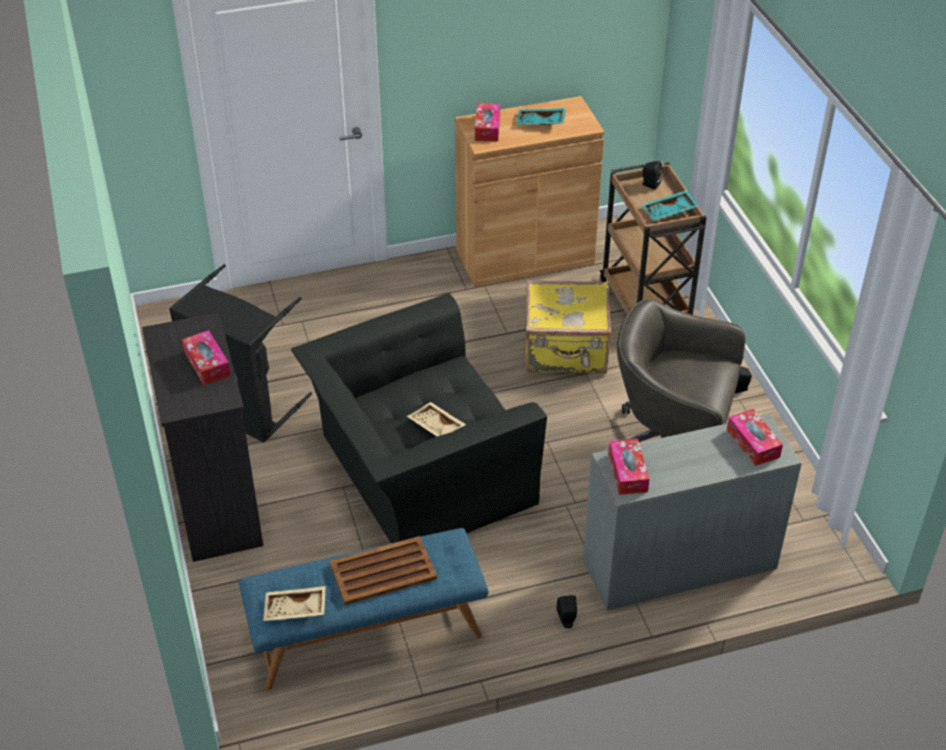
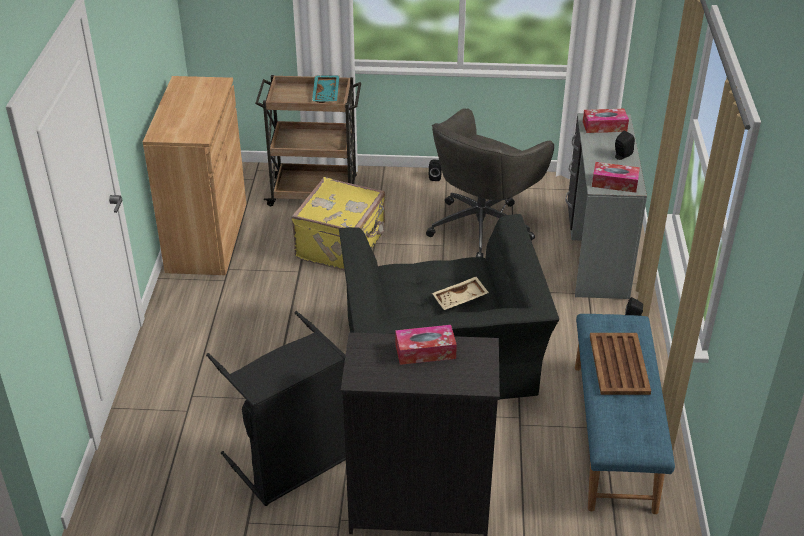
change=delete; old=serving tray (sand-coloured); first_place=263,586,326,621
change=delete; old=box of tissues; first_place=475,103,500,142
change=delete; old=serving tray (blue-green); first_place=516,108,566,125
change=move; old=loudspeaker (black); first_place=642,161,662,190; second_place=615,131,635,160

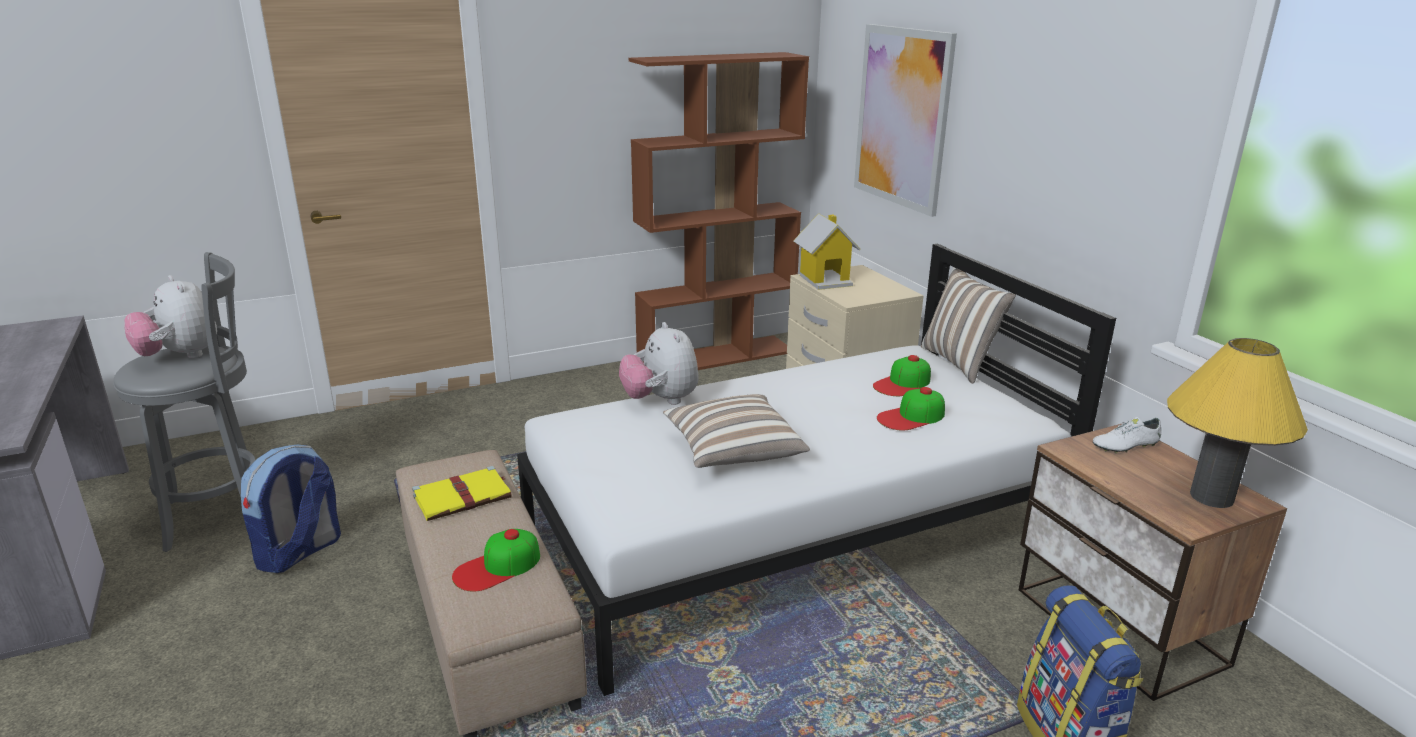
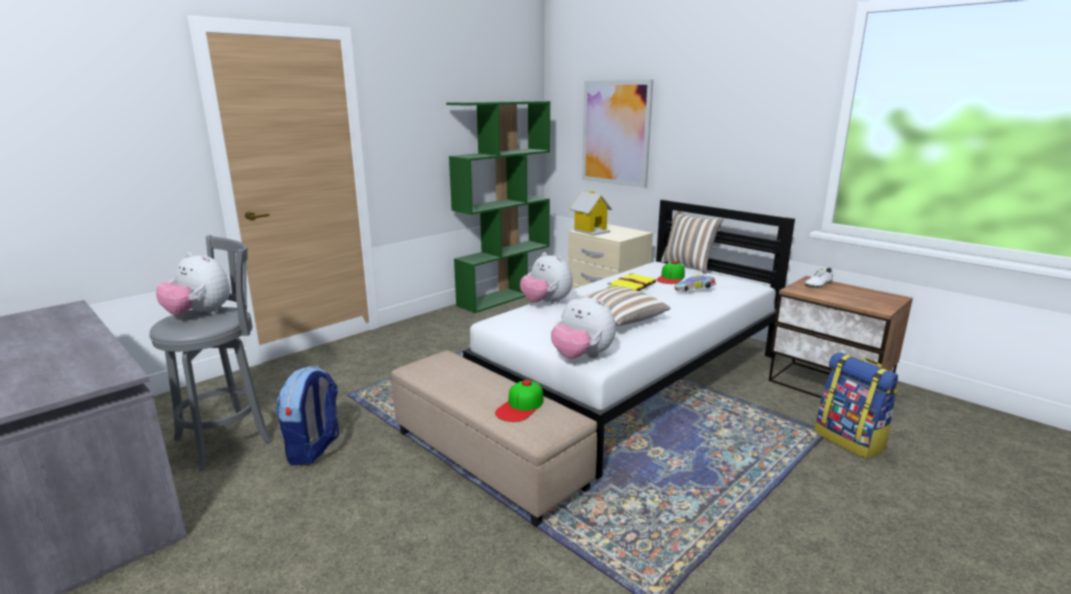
change=delete; old=lamp for a table (yellowish); first_place=1167,338,1308,508
change=insert; new=cuddly toy; second_place=551,294,616,359
change=move; old=volume (yellowish); first_place=412,466,511,521; second_place=607,273,656,291
change=replace; old=baseball cap; new=toy car; first_place=877,387,945,431; second_place=674,275,716,292
change=recolor; old=bookshelf (brown); new=bookshelf (greenish); first_place=629,52,809,370; second_place=446,101,550,313

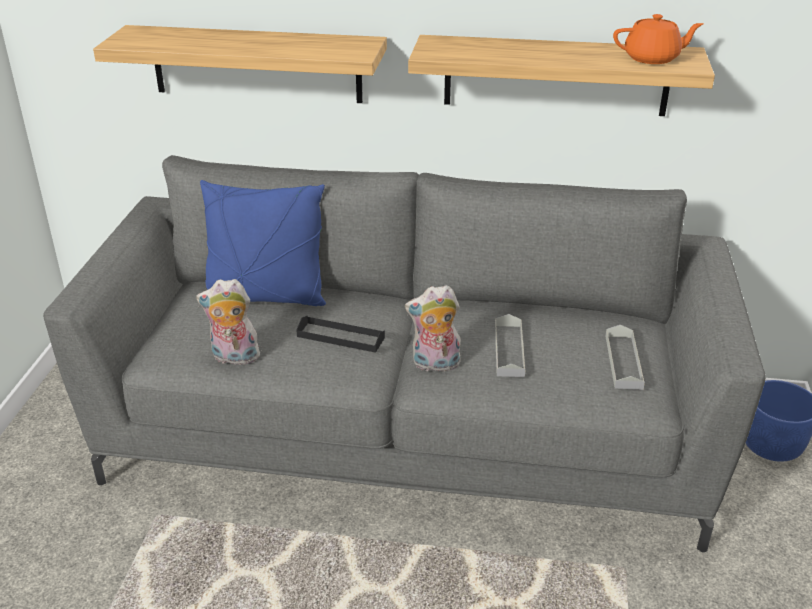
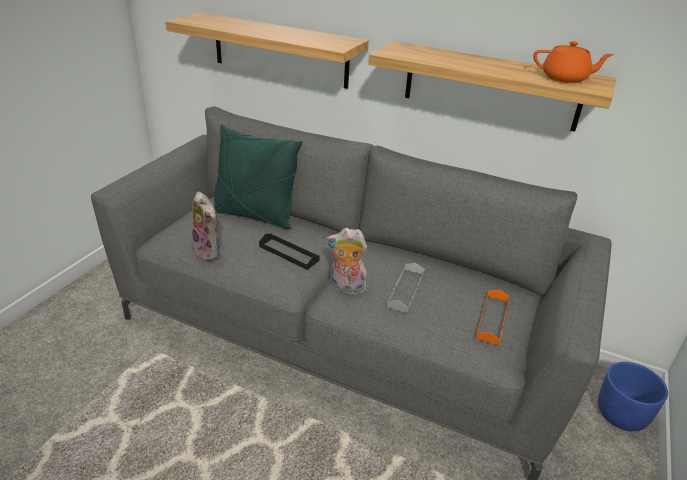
change=recolor; old=throw pillow (bluish); new=throw pillow (greenish); first_place=200,180,326,306; second_place=213,124,302,229
change=recolor; old=serving tray (greyish); new=serving tray (orangey); first_place=605,325,645,390; second_place=476,290,510,346
change=rotate; old=cuddly toy; first_place=196,279,263,365; second_place=192,191,220,261; degrees=-150

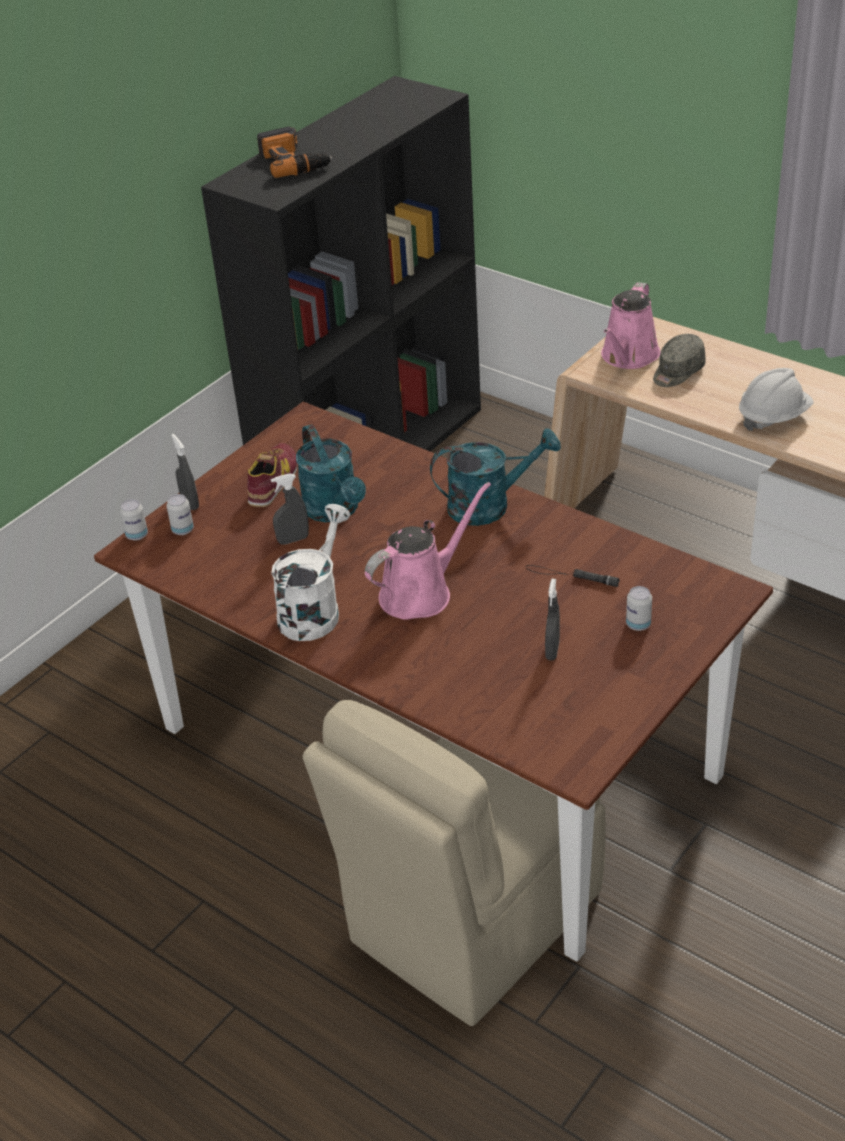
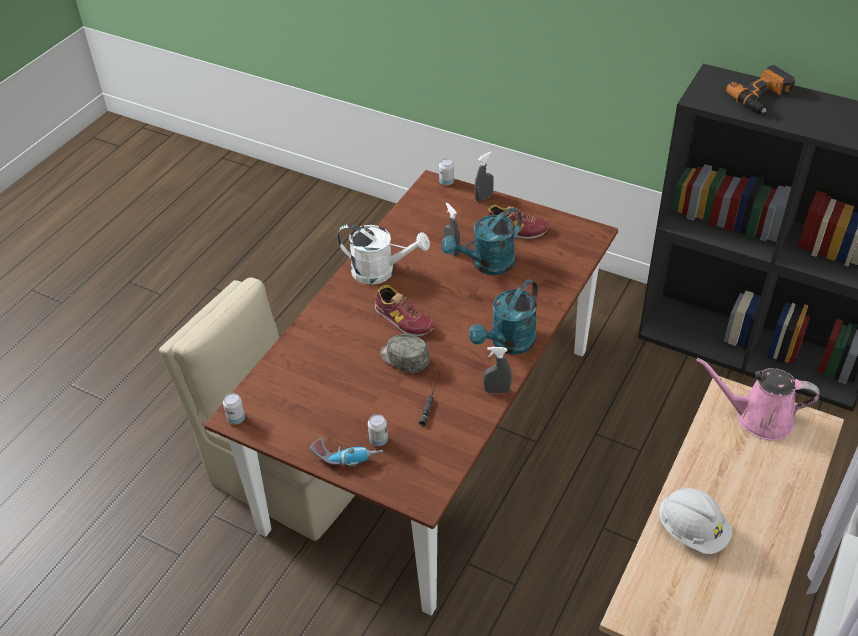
change=insert; new=power drill; second_place=310,437,383,466
change=move; old=metal can; first_place=166,494,194,535; second_place=223,393,245,424
change=move; old=hand sprayer (greyish); first_place=545,579,560,660; second_place=483,347,512,393
change=move; old=baseball cap (greyish); first_place=653,334,706,387; second_place=380,334,430,373
change=replace; old=watering can (pink-coloured); new=shoe; first_place=365,482,491,620; second_place=375,285,434,336
change=rotate; old=watering can (blue-green); first_place=430,428,561,526; second_place=469,280,538,355; degrees=60

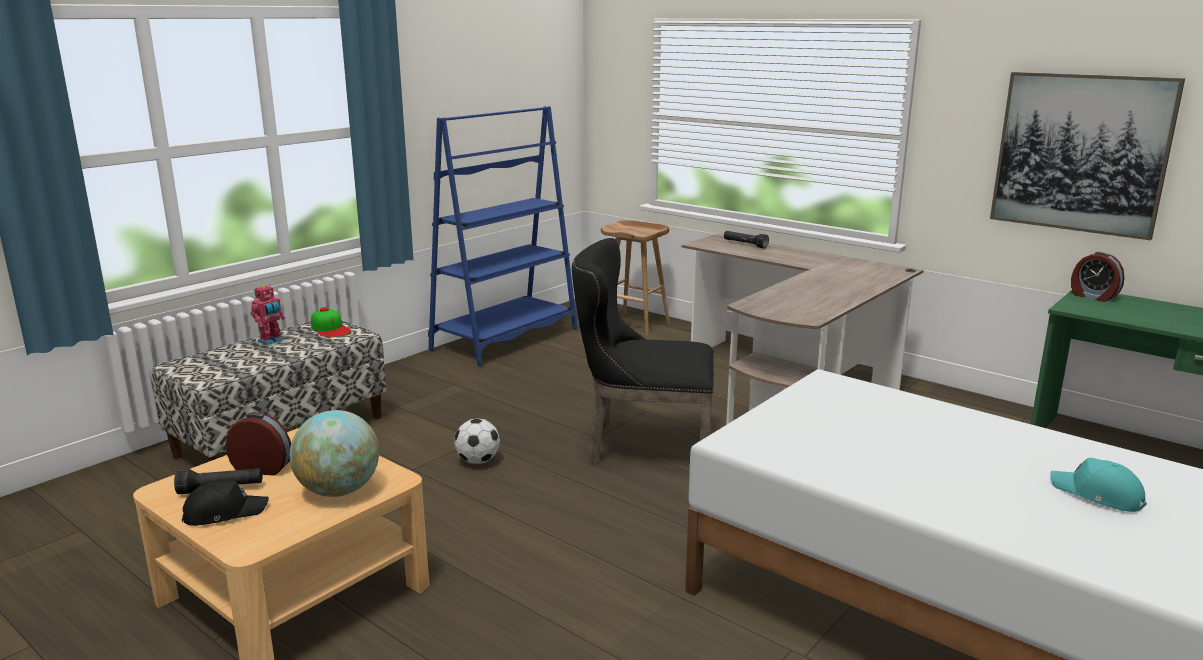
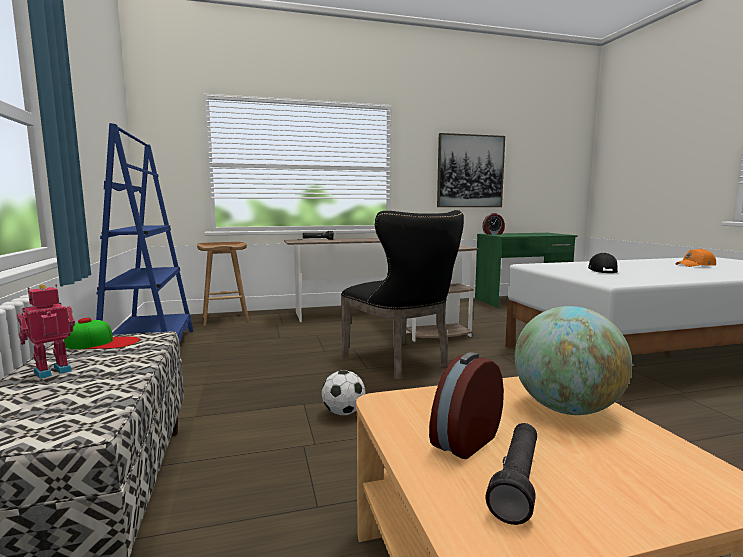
change=move; old=baseball cap (black); first_place=182,480,269,526; second_place=588,253,618,273
change=recolor; old=baseball cap (blue-green); new=baseball cap (orangey); first_place=1050,458,1147,512; second_place=676,248,716,267
change=rotate; old=robot figure; first_place=251,284,285,345; second_place=17,284,75,379; degrees=-120
change=rotate; old=upright chair (black); first_place=572,238,714,465; second_place=341,210,464,379; degrees=-75

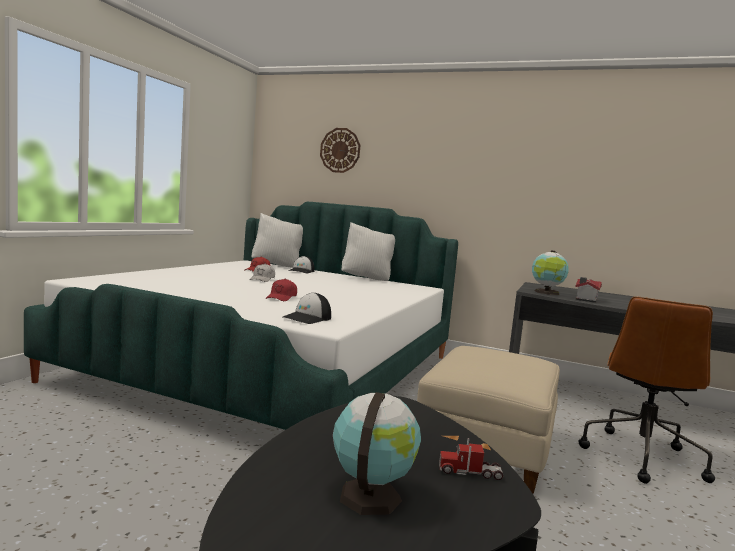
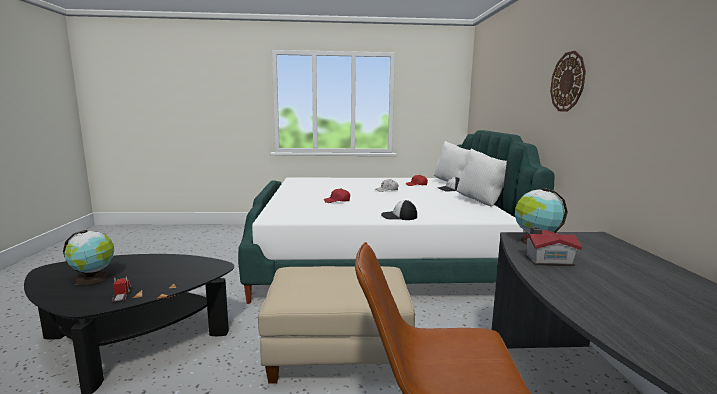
change=move; old=baseball cap; first_place=283,293,331,324; second_place=381,200,417,220
change=move; old=hanging clock; first_place=320,128,360,173; second_place=550,51,586,111

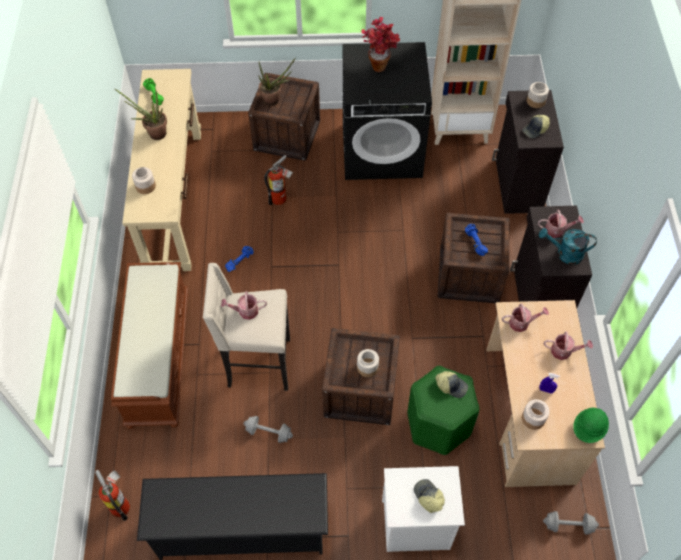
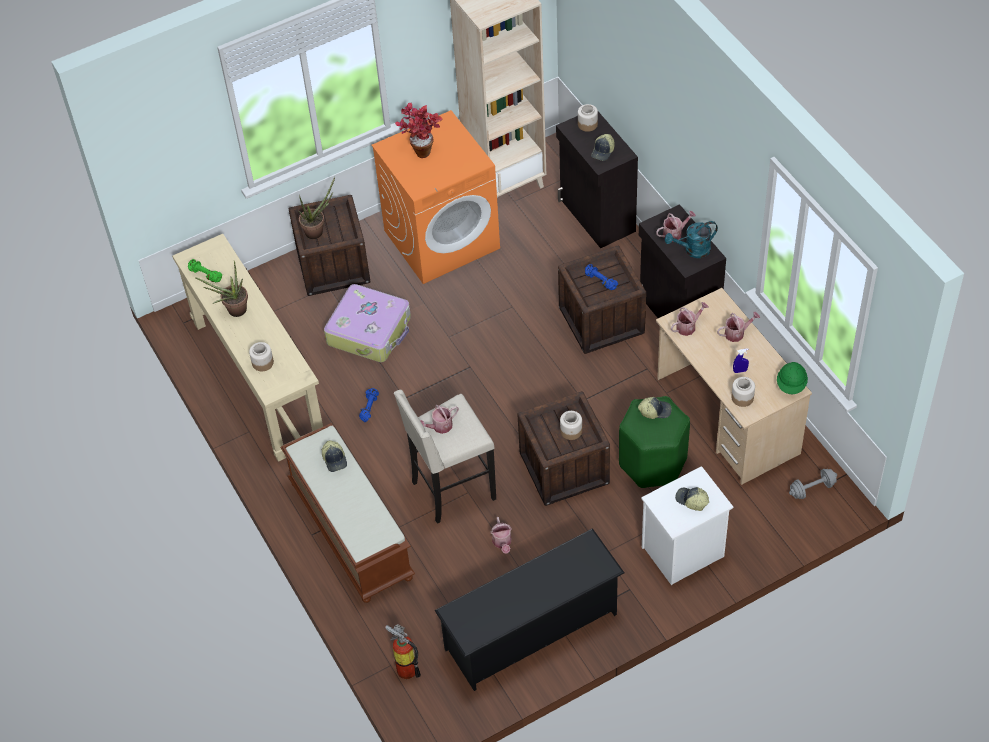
change=insert; new=baseball cap; second_place=322,440,347,472
change=replace; old=free weight (greyish); new=watering can; first_place=244,416,293,443; second_place=490,517,512,554
change=replace; old=extinguisher; new=suitcase; first_place=264,155,293,205; second_place=324,284,411,362
change=recolor; old=washing machine (black); new=washing machine (orangey); first_place=343,42,432,180; second_place=372,110,500,284

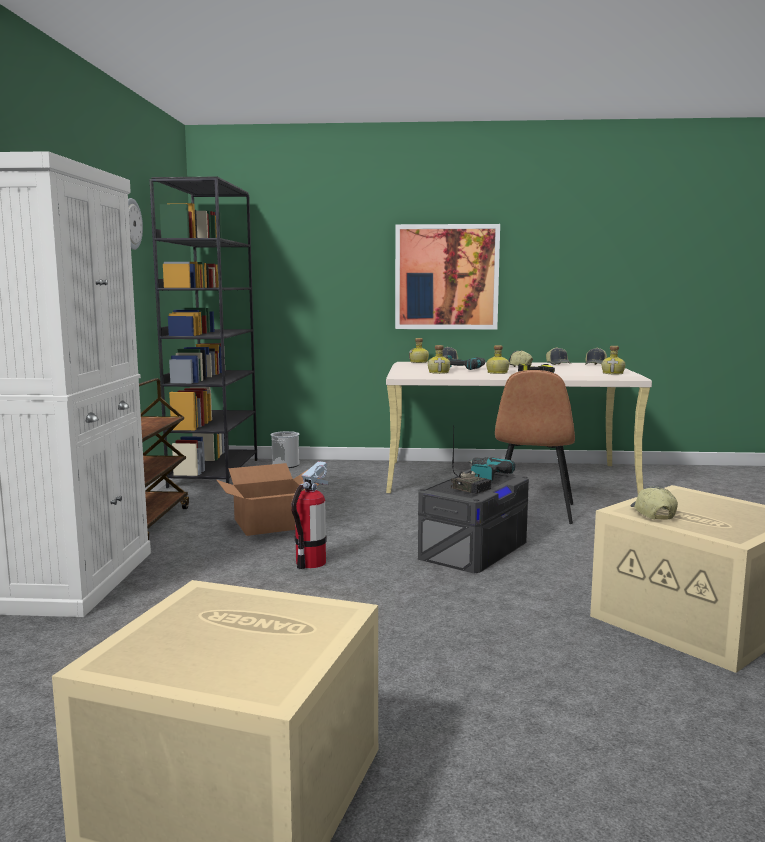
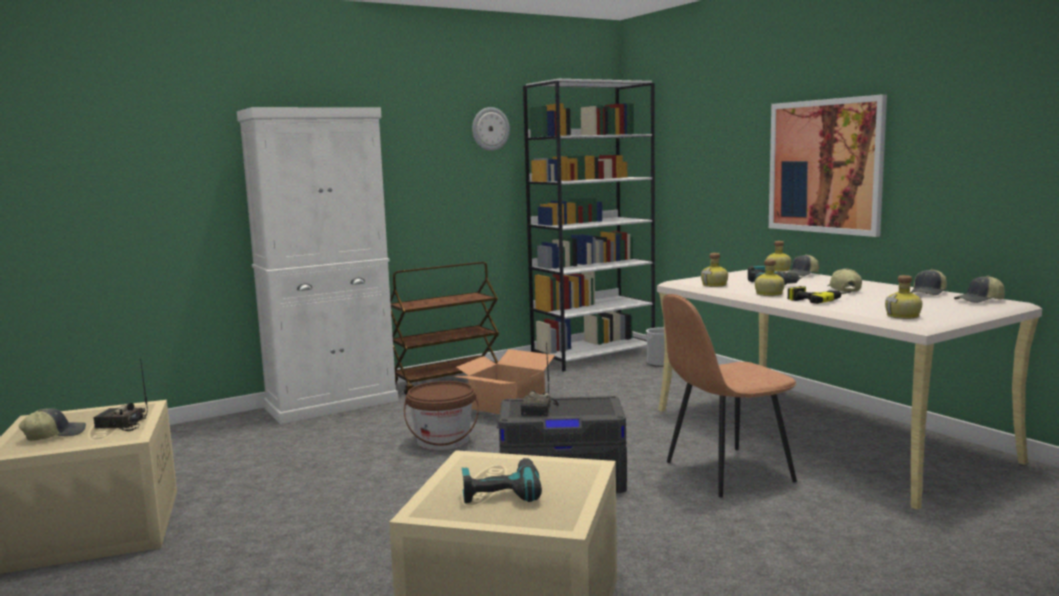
change=insert; new=radio; second_place=93,358,148,431
change=move; old=power drill; first_place=469,457,515,481; second_place=462,458,542,503
change=move; old=baseball cap; first_place=631,486,678,520; second_place=18,408,86,441
change=replace; old=extinguisher; new=pail (brown); first_place=291,461,328,569; second_place=404,381,479,450
change=recolor; old=bookshelf (black); new=bookshelf (white-coloured); first_place=149,177,257,488; second_place=523,79,655,372

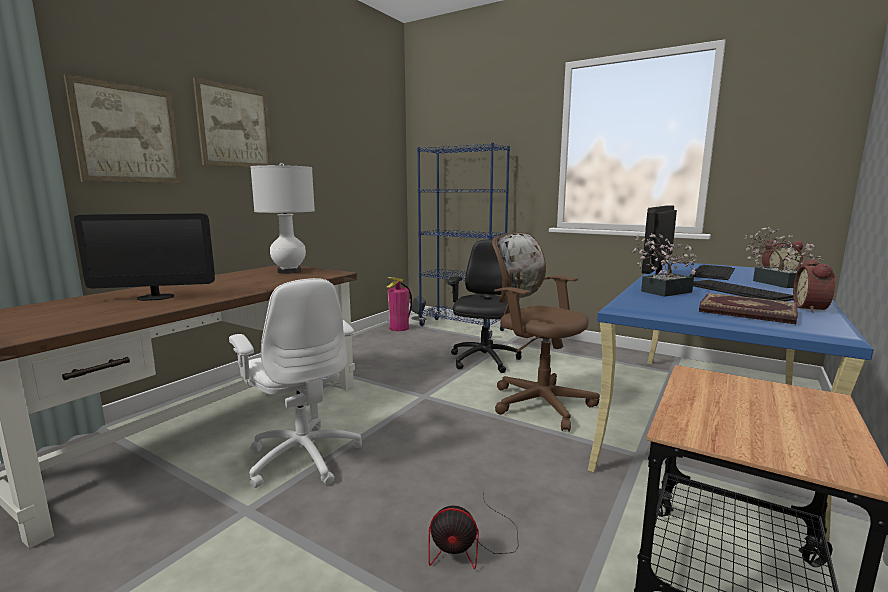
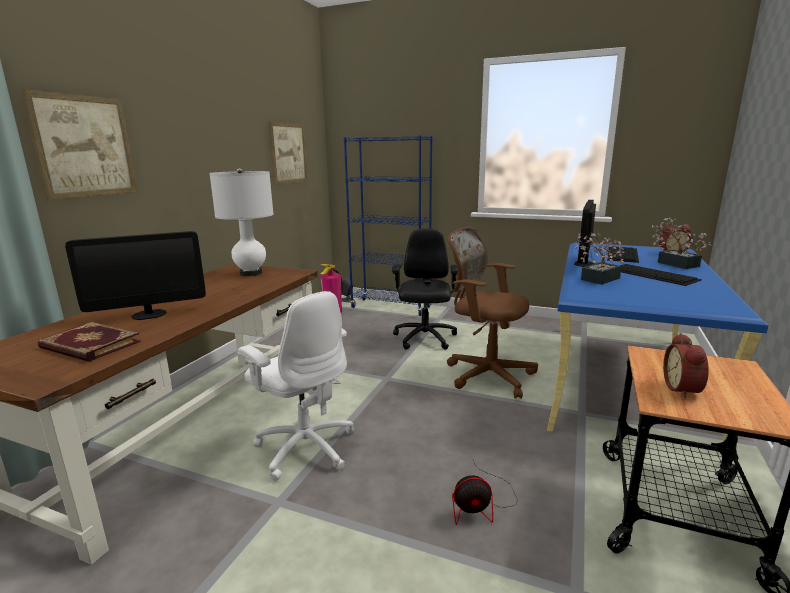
change=move; old=picture; first_place=193,77,272,168; second_place=268,122,308,185
change=move; old=volume; first_place=699,293,798,324; second_place=38,322,141,362
change=move; old=bedside clock; first_place=793,259,835,312; second_place=663,333,709,398

